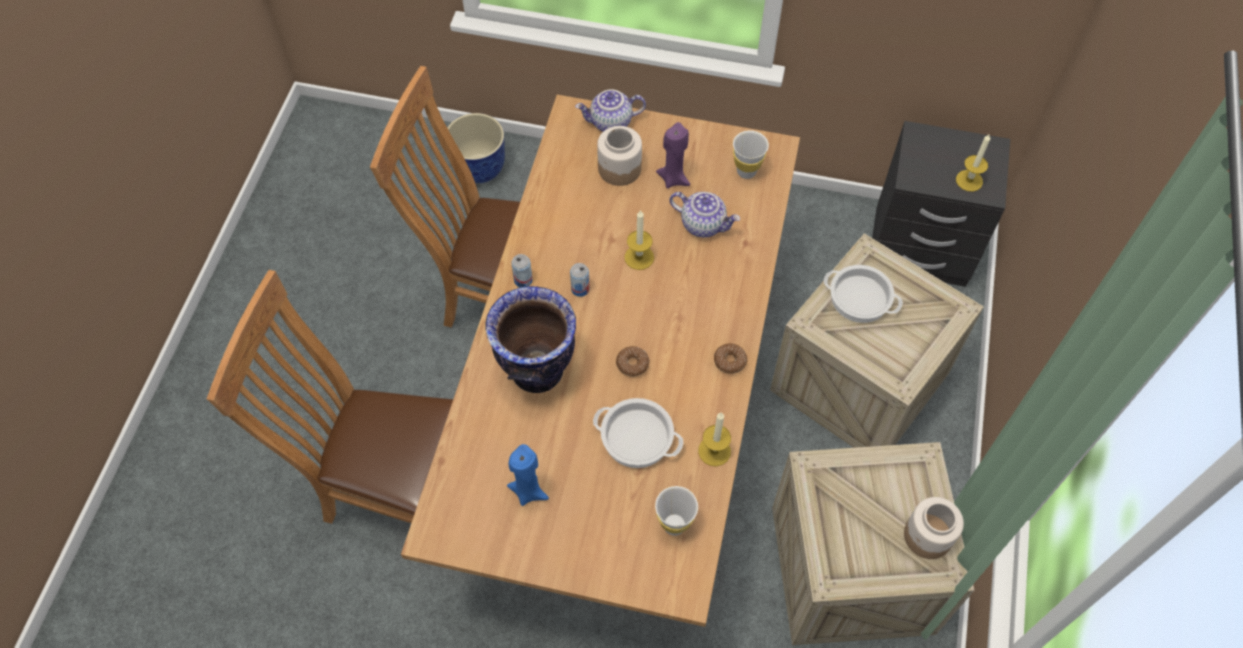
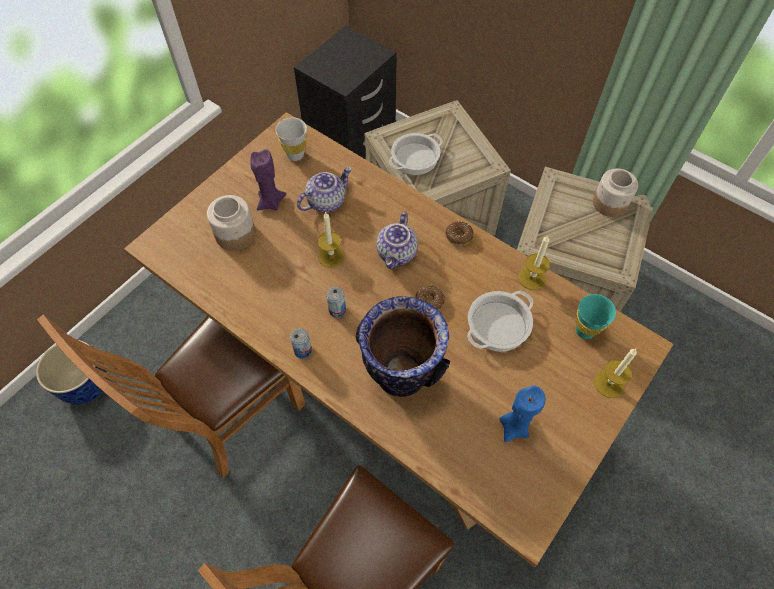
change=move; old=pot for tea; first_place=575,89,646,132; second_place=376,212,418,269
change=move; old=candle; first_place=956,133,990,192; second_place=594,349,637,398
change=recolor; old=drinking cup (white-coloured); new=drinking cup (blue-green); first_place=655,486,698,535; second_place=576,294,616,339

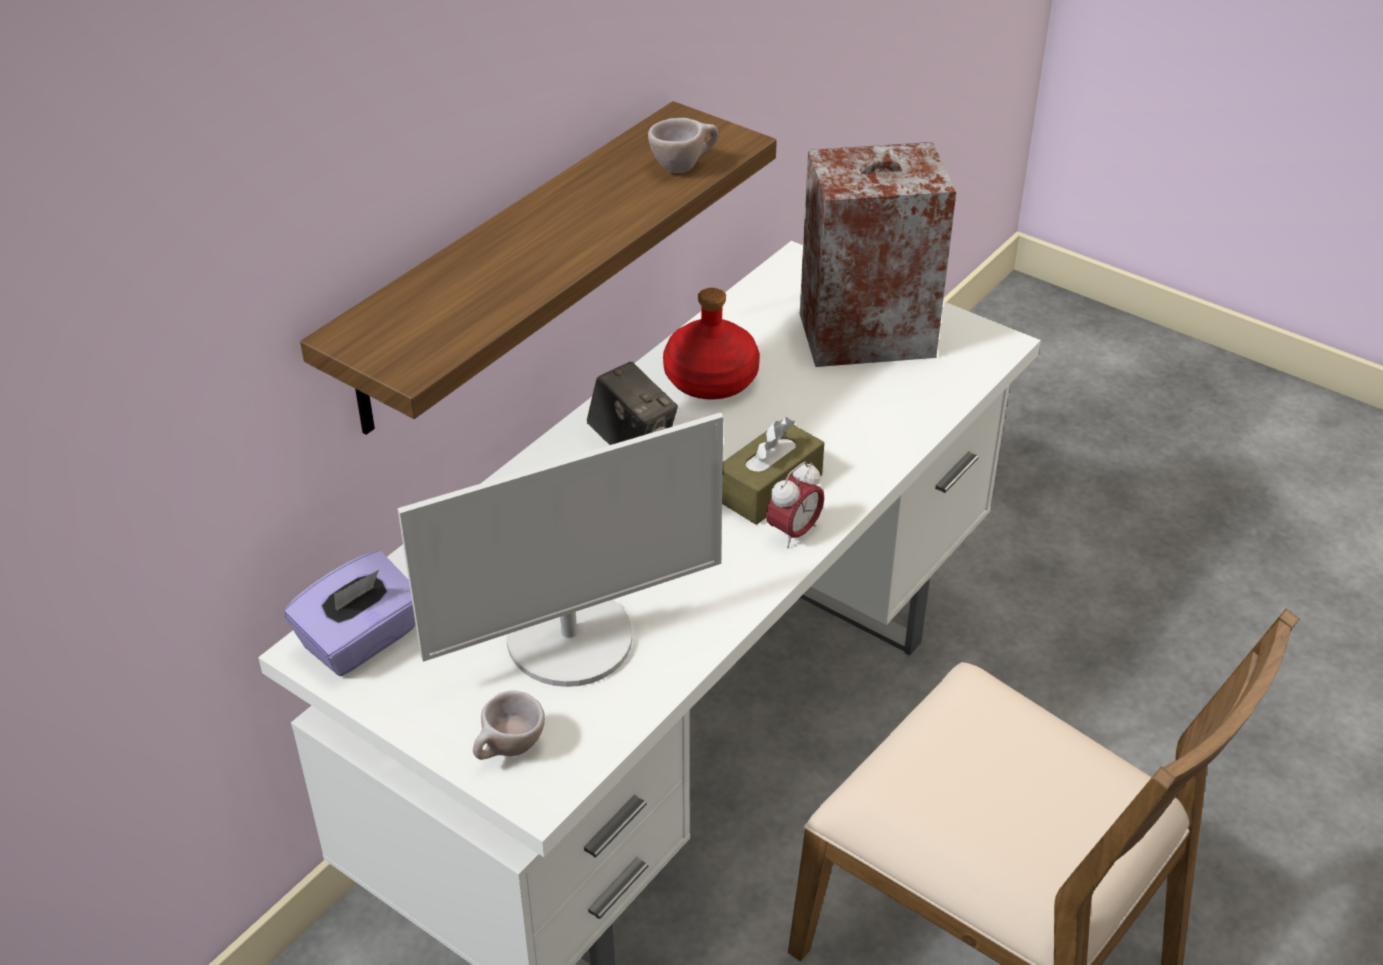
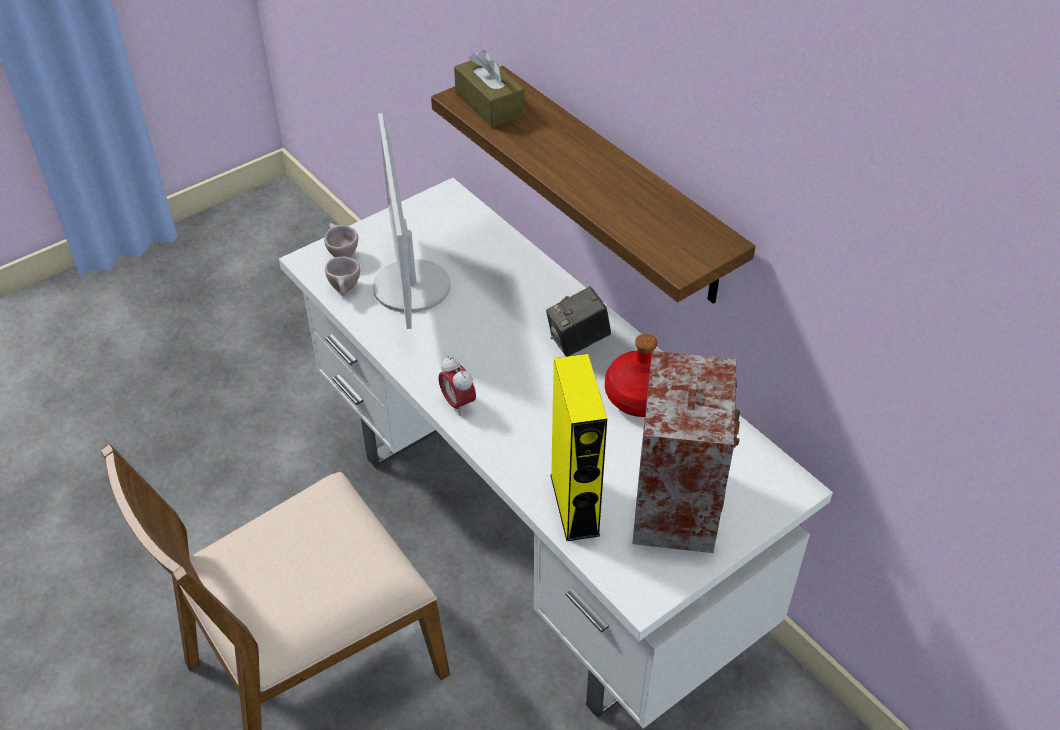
change=delete; old=box of tissues (purple); first_place=284,551,416,676
change=insert; new=loudspeaker (yellowish); second_place=550,354,607,541
change=move; old=drinking cup (sand-coloured); first_place=648,118,719,173; second_place=325,256,360,296
change=move; old=box of tissues (brown); first_place=722,417,824,525; second_place=454,50,525,128

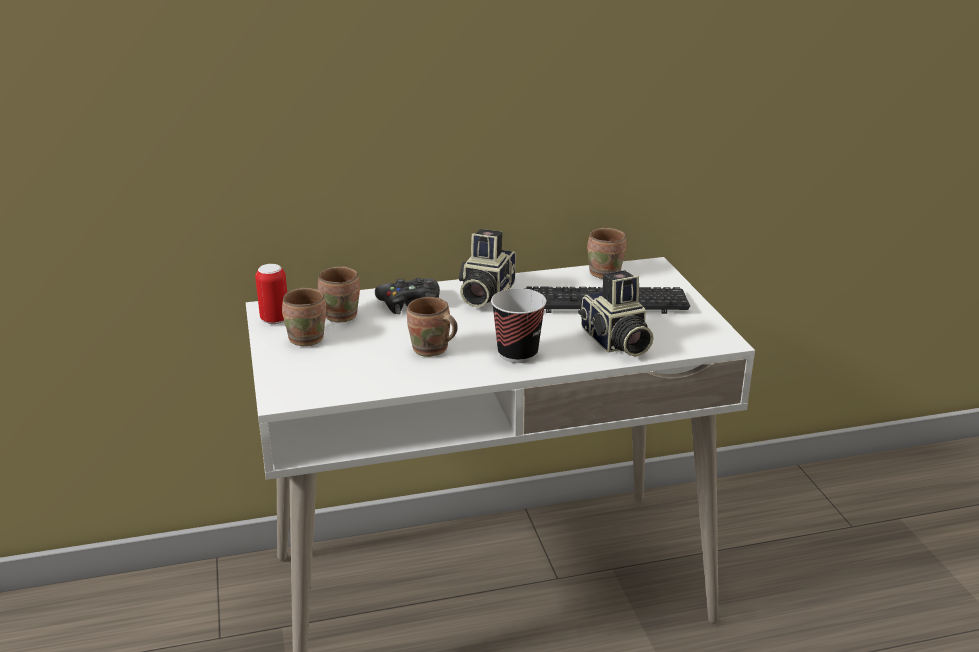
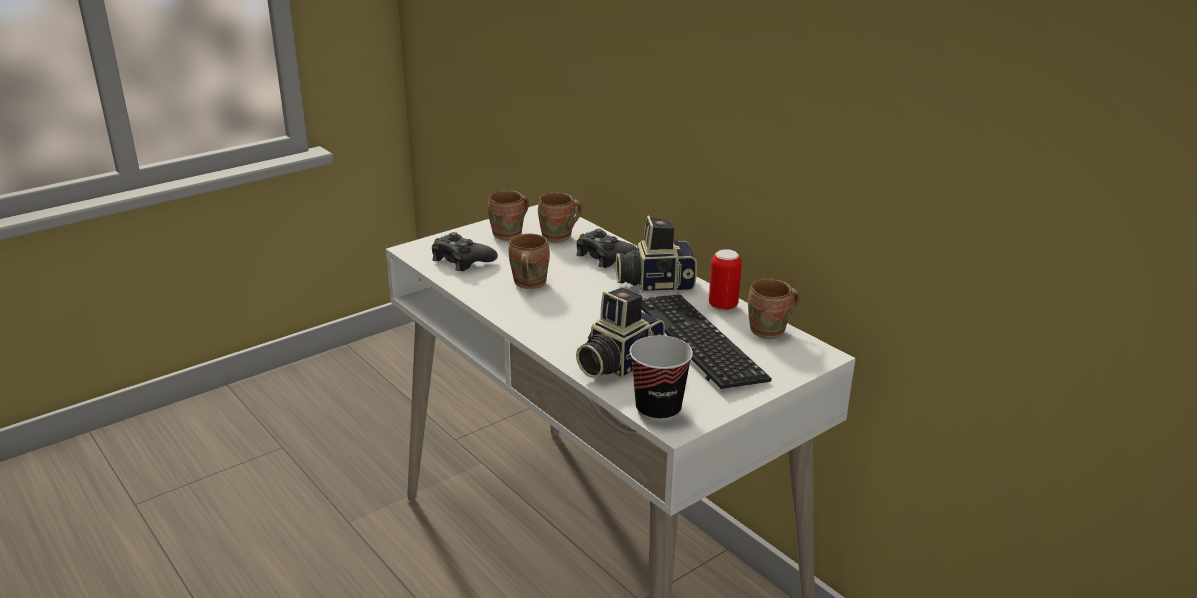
change=insert; new=game controller (black); second_place=432,232,498,271
change=move; old=metal can; first_place=255,264,287,324; second_place=709,249,742,311
change=move; old=drinking cup; first_place=491,288,546,363; second_place=630,335,693,422

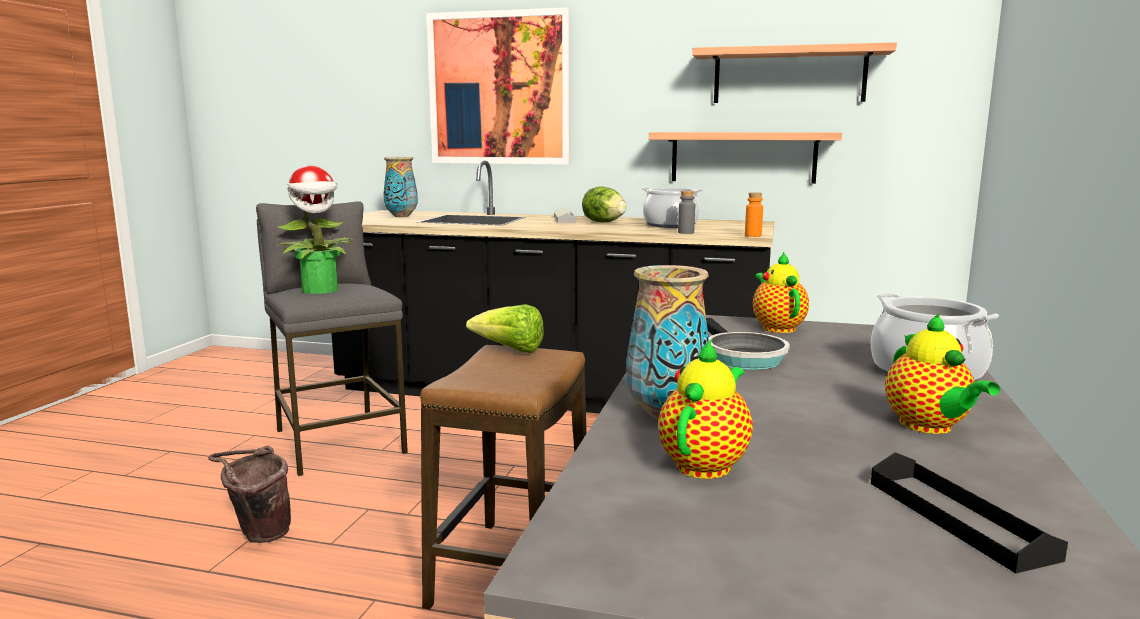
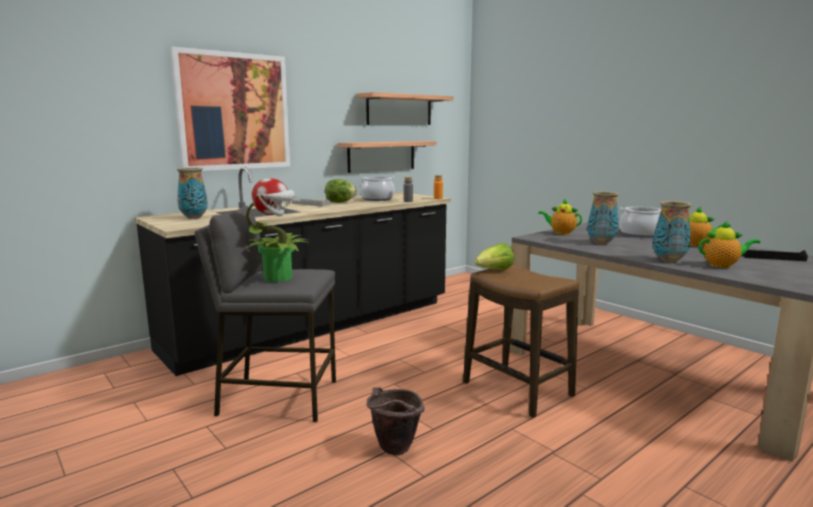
change=replace; old=frying pan; new=flower vase; first_place=706,318,790,370; second_place=587,191,619,244
change=rotate; old=pot for tea; first_place=659,339,753,479; second_place=699,221,760,268; degrees=120

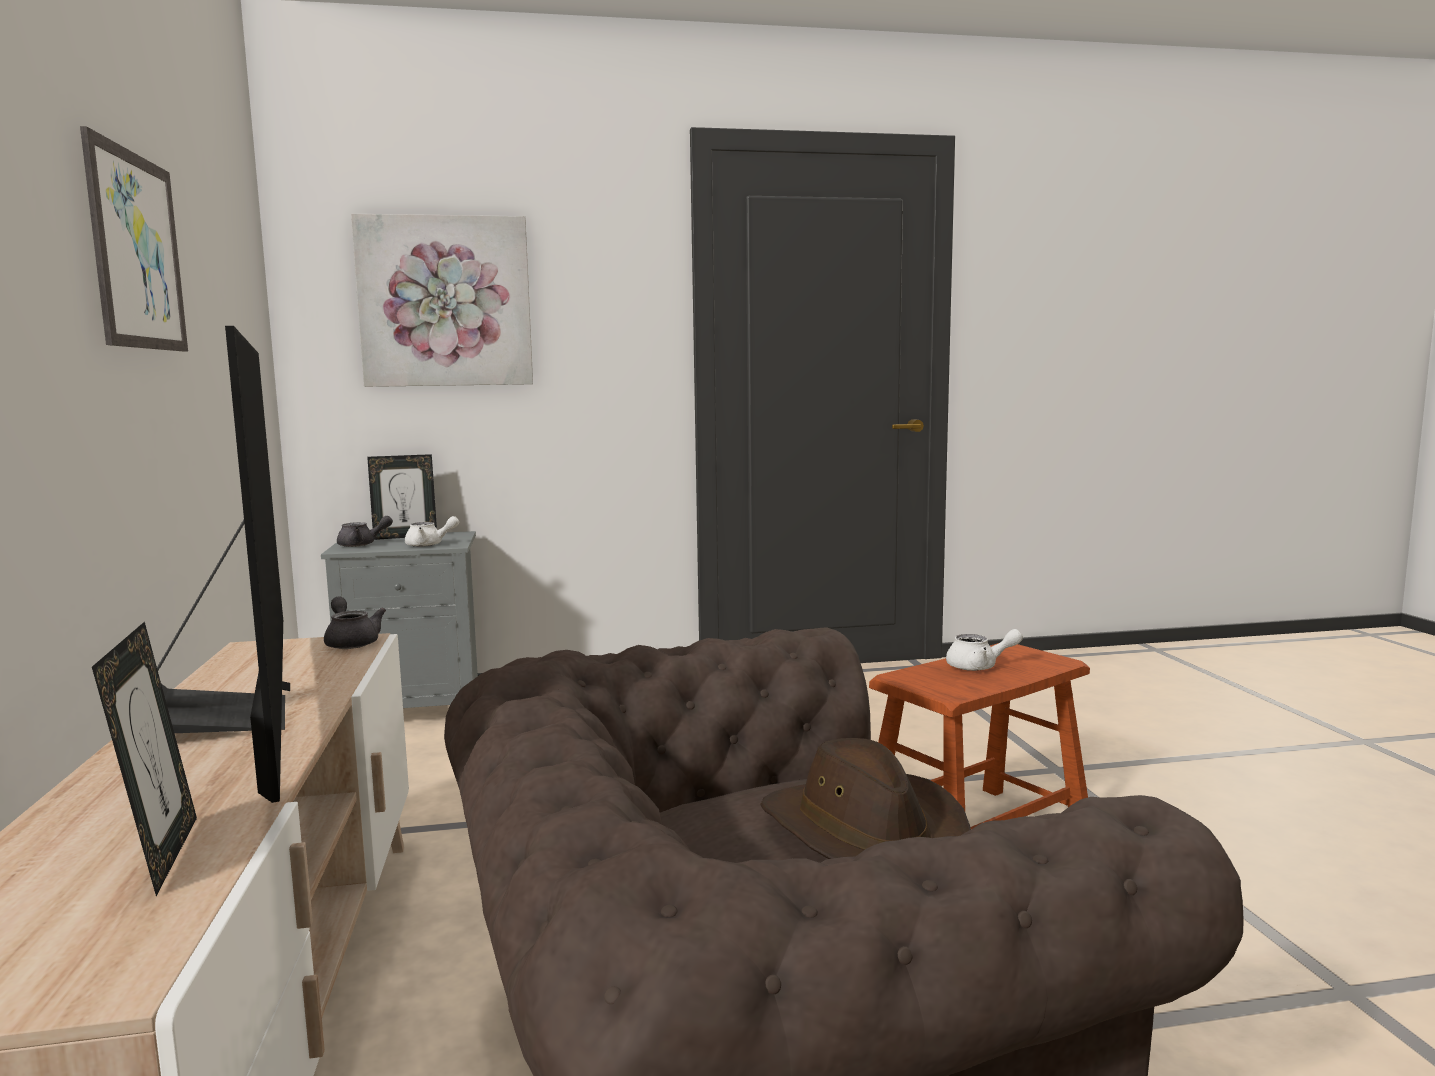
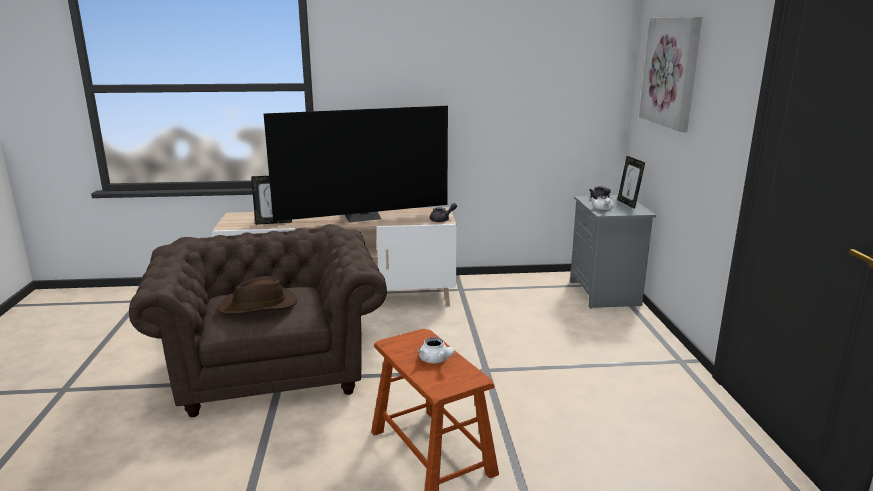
change=delete; old=picture; first_place=80,126,188,351
change=rotate; old=pot for tea (white-coloured); first_place=946,629,1023,671; second_place=418,337,455,363; degrees=-45

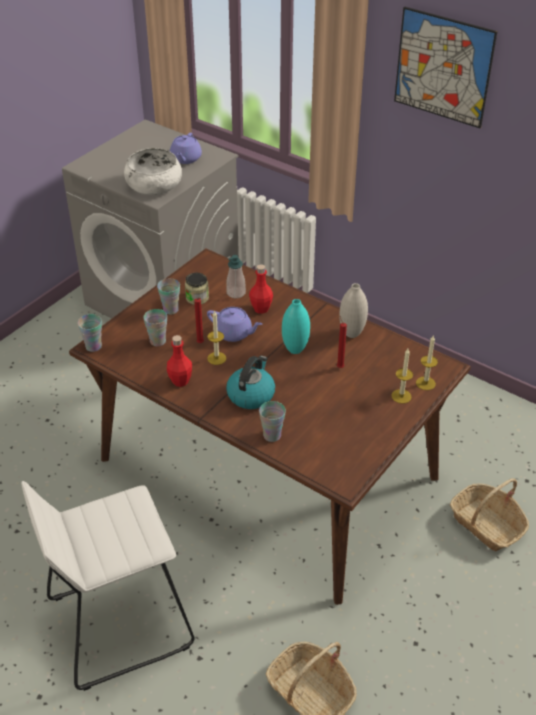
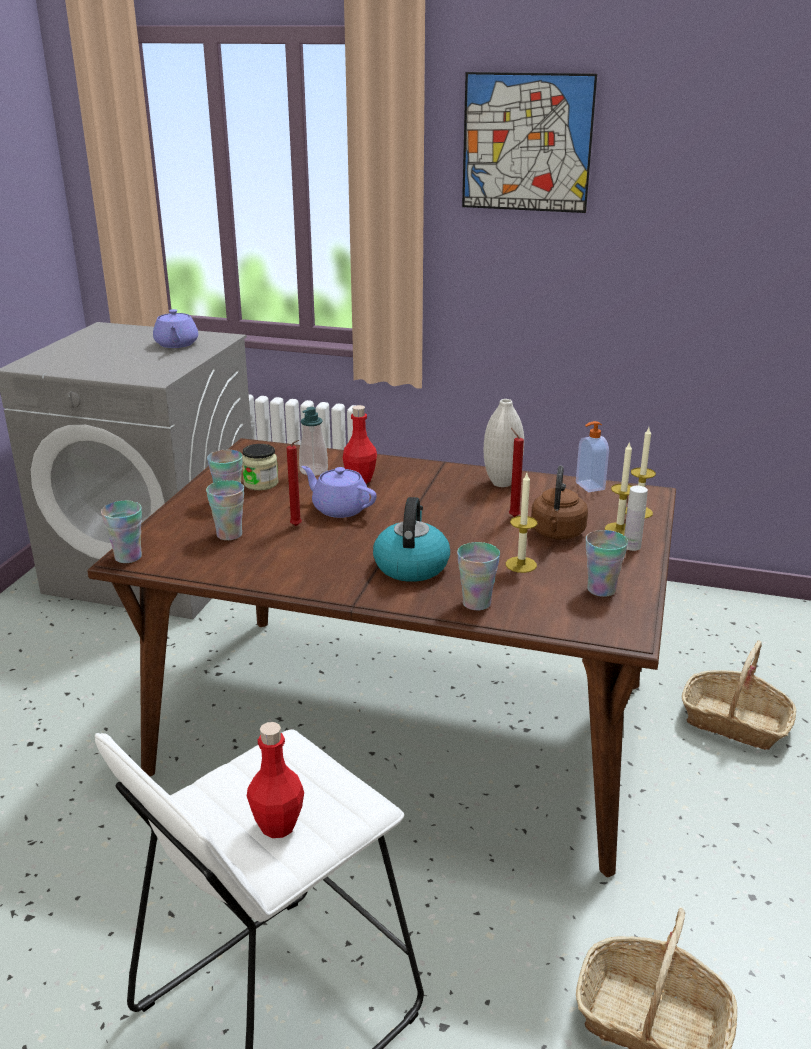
change=delete; old=serving bowl (white-coloured); first_place=124,148,182,195
change=delete; old=flower vase (blue-green); first_place=282,299,310,354
change=insert; new=kettle (brown); second_place=531,466,588,540
change=insert; new=soap dispenser; second_place=576,421,609,492
change=insert; new=drinking cup; second_place=586,530,628,597
change=insert; new=drink bottle (white-coloured); second_place=624,486,648,551
change=move; old=drink bottle (red); first_place=167,335,192,387; second_place=247,722,304,838
change=move; old=candle; first_place=207,310,226,365; second_place=506,473,538,573
change=rotate; old=pot for tea (purple); first_place=207,307,262,342; second_place=301,466,377,518; degrees=-150

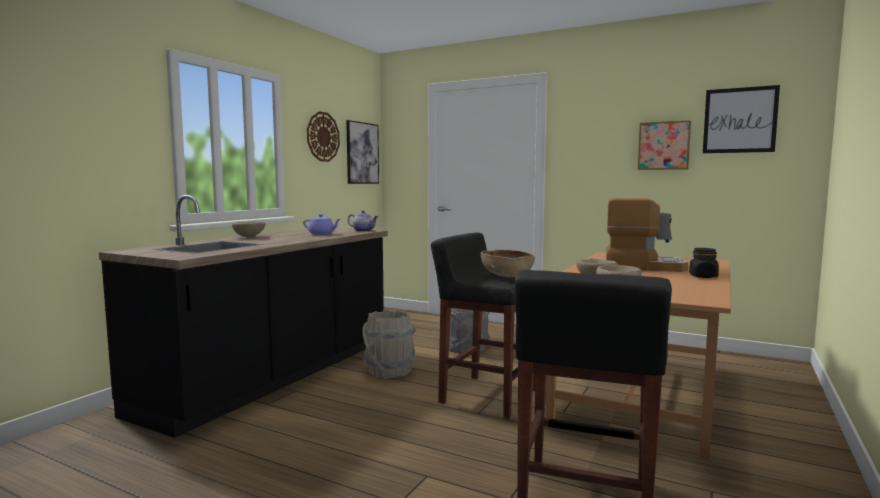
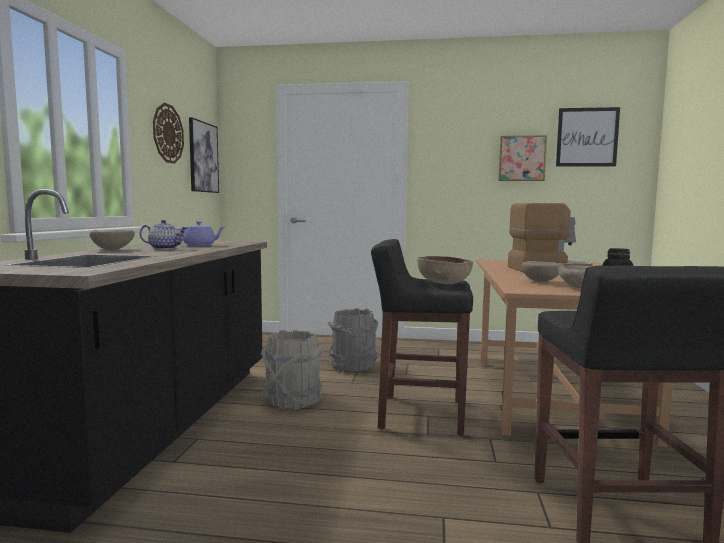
change=move; old=pot for tea; first_place=348,210,379,232; second_place=140,220,187,249

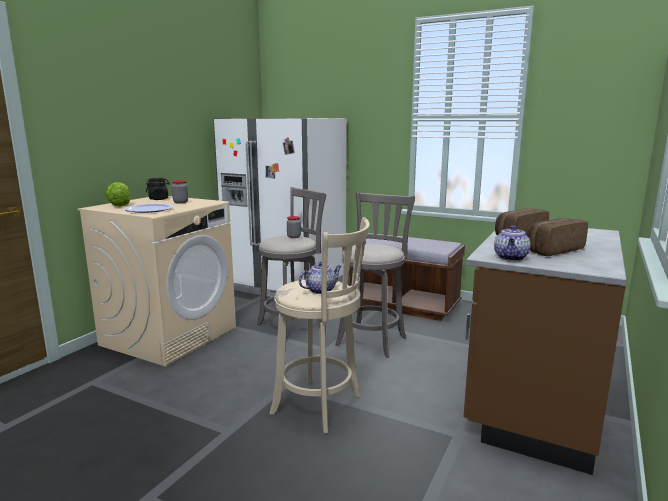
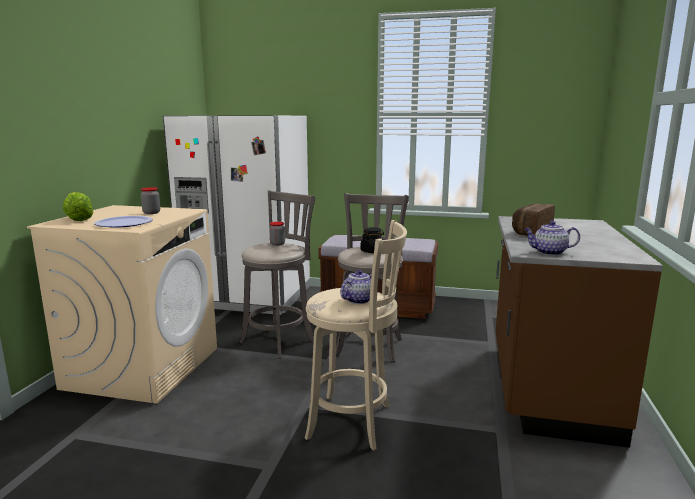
change=delete; old=baked bread; first_place=526,218,588,256
change=move; old=preserve jar (black); first_place=146,178,170,200; second_place=361,227,384,253
change=rotate; old=pot for tea; first_place=494,225,531,261; second_place=524,221,580,255; degrees=90

